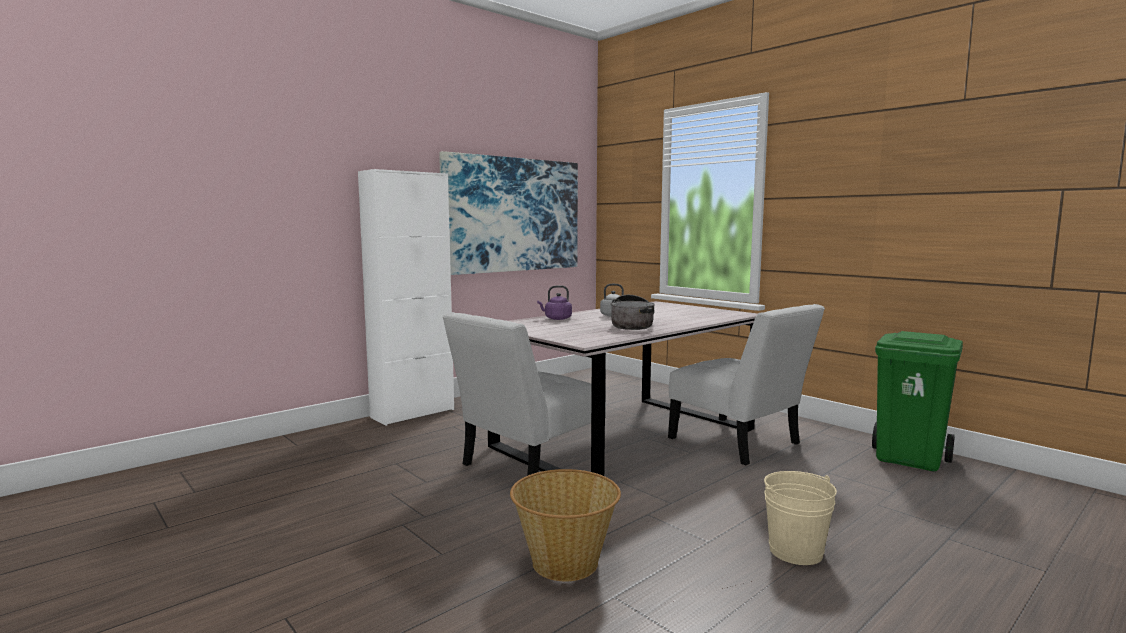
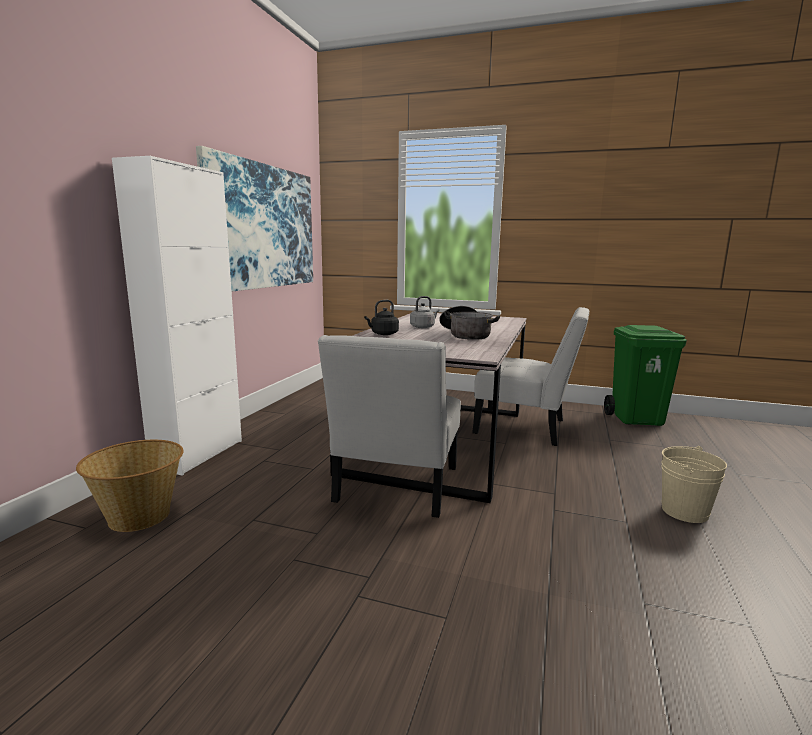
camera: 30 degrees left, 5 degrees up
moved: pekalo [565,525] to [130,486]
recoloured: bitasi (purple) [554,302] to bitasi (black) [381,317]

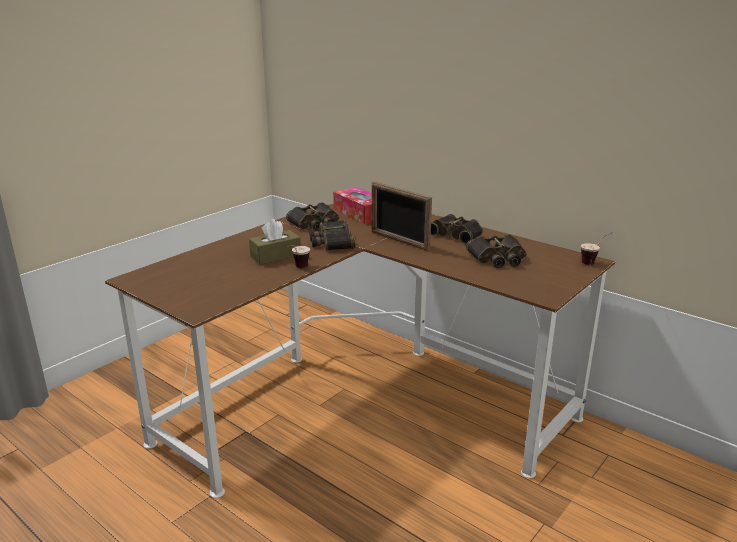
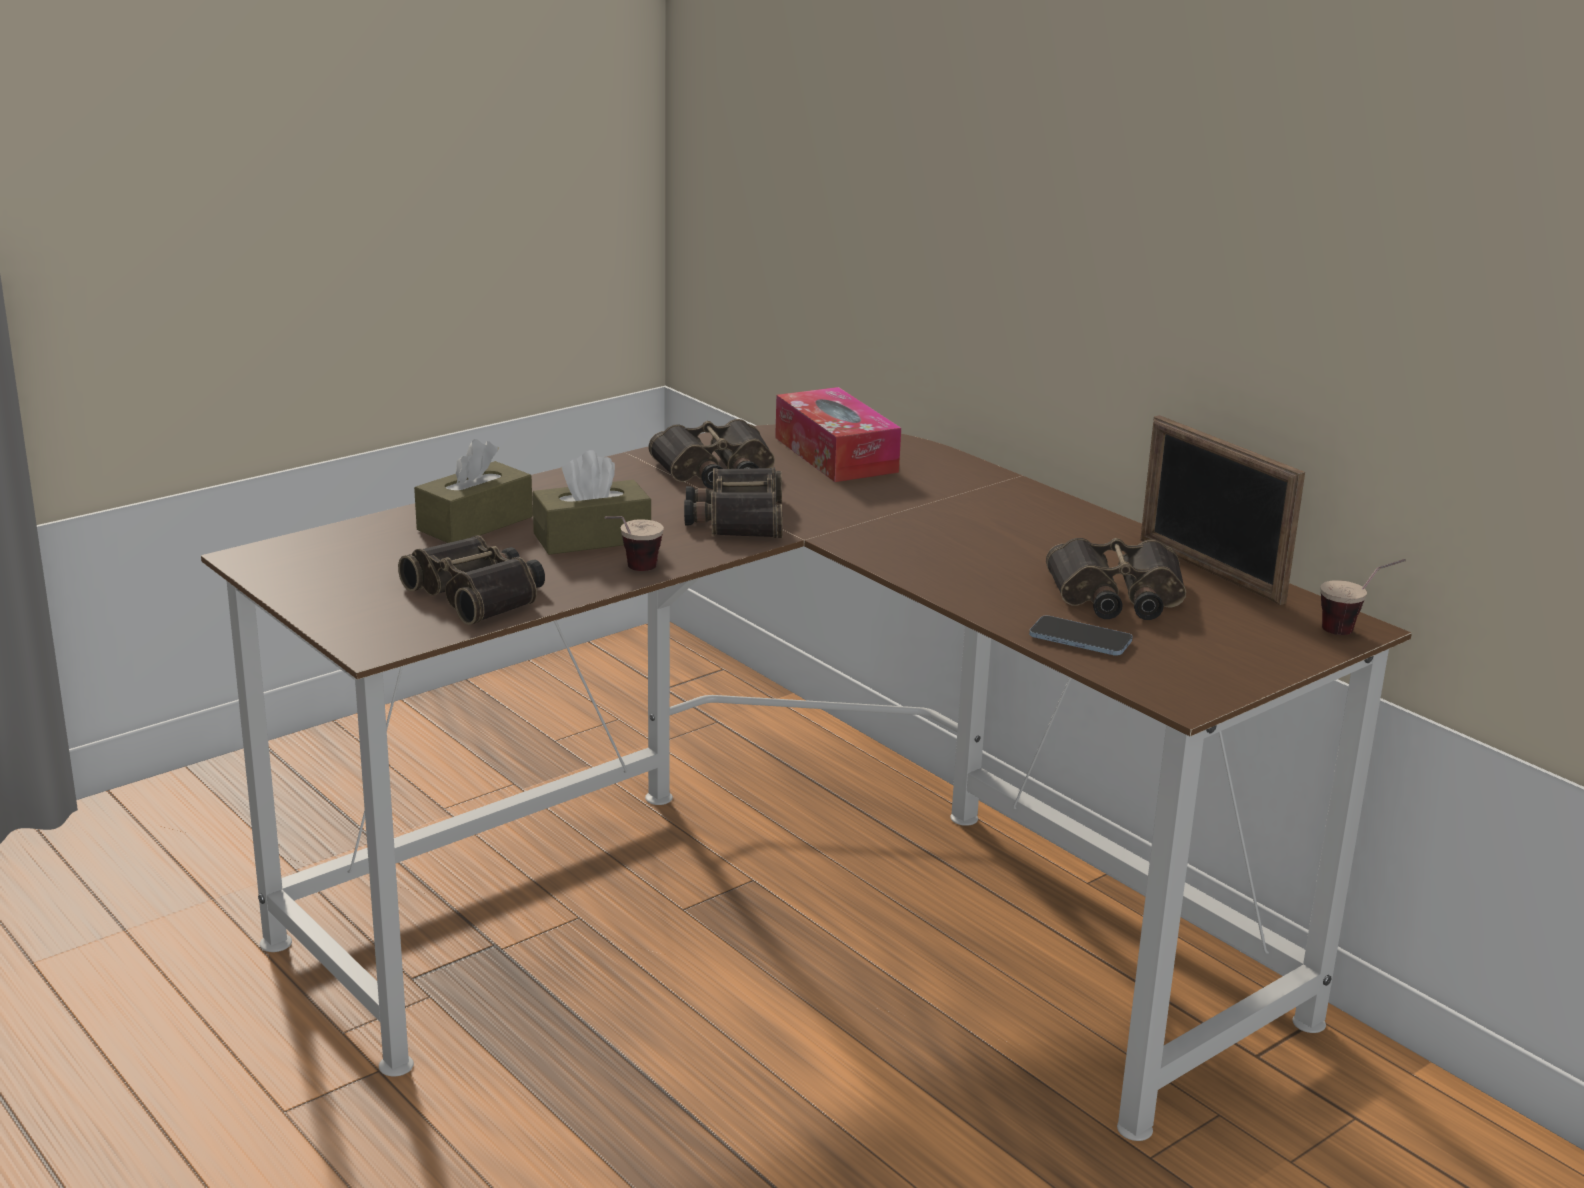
camera: 10 degrees right, 0 degrees up
added: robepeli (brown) [473,491]; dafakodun [1081,636]
moved: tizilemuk [457,229] to [471,580]; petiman [402,216] to [1222,510]

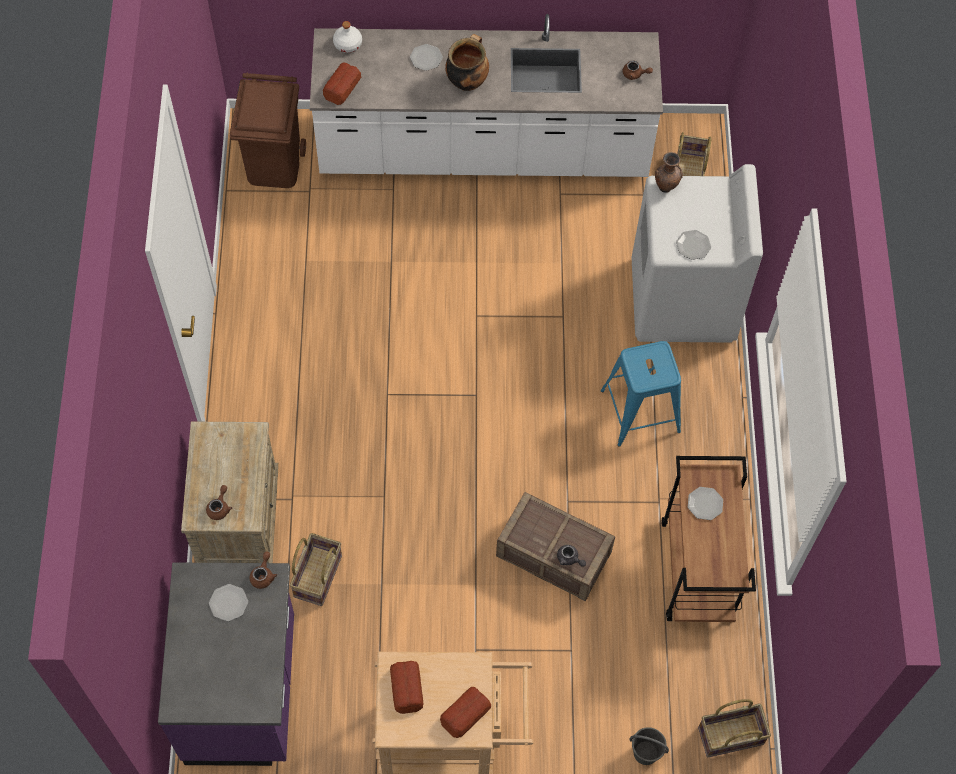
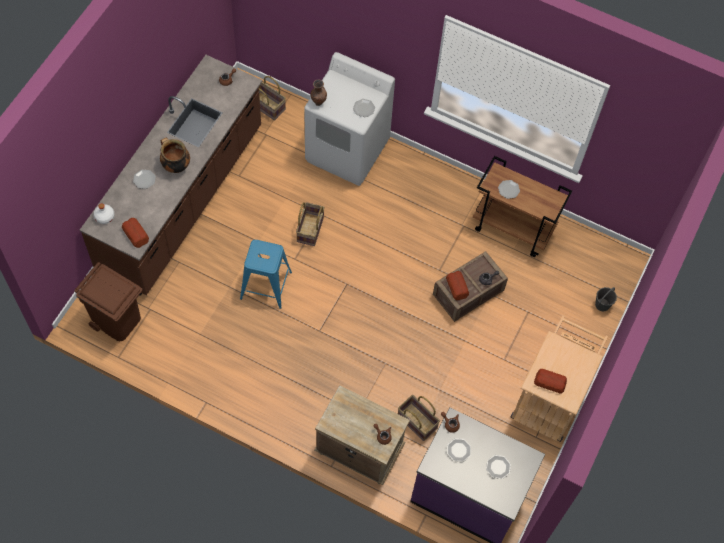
camera: 65 degrees left, 0 degrees up
added: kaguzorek [498,467]
moved: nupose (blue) [641,393] to [266,274]; pekalo [734,728] to [310,224]; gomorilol [465,712] to [457,285]
recoloured: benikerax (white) [486,95] to benikerax (brown) [171,175]

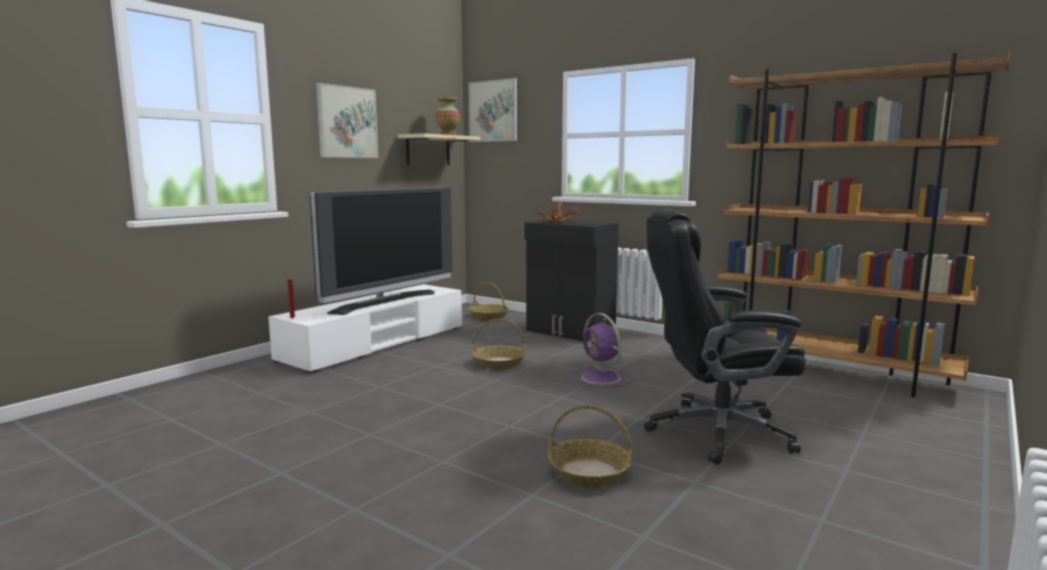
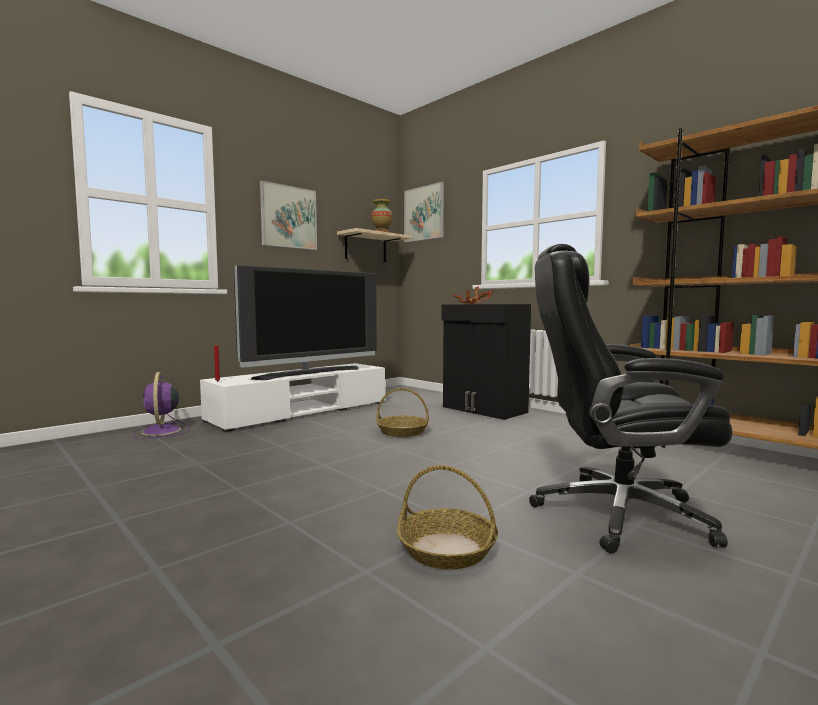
camera: 10 degrees right, 5 degrees down
removed: pekalo [489,301]
moved: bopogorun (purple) [602,350] to [161,405]

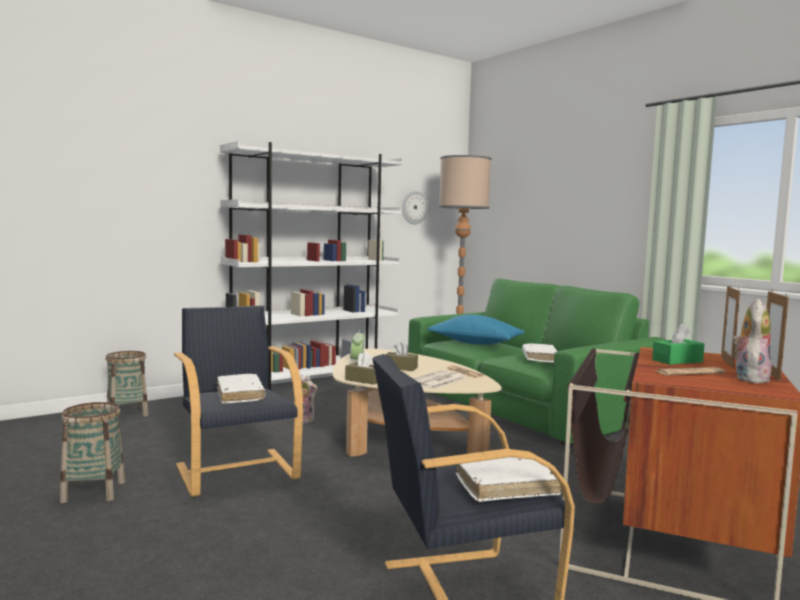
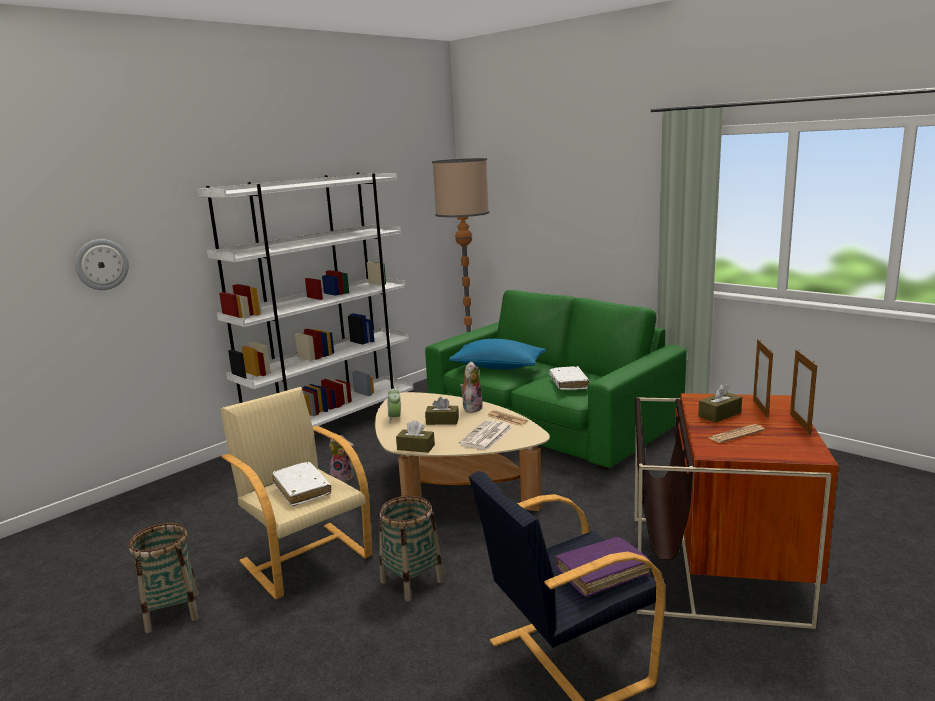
camera: 10 degrees left, 10 degrees up
moved: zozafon [415,207] to [102,264]; pekalo [126,384] to [411,548]; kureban [751,341] to [471,387]
recoloured: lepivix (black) [238,401] to lepivix (beige) [296,493]; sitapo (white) [508,479] to sitapo (purple) [602,567]; robepeli (green) [678,344] to robepeli (brown) [720,403]

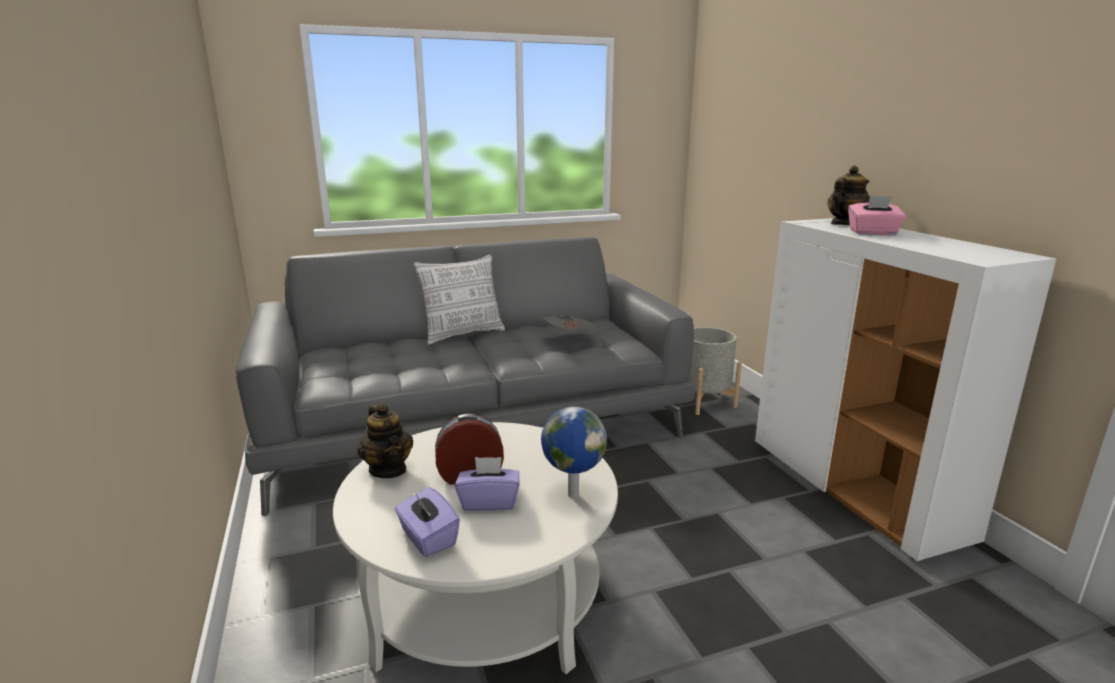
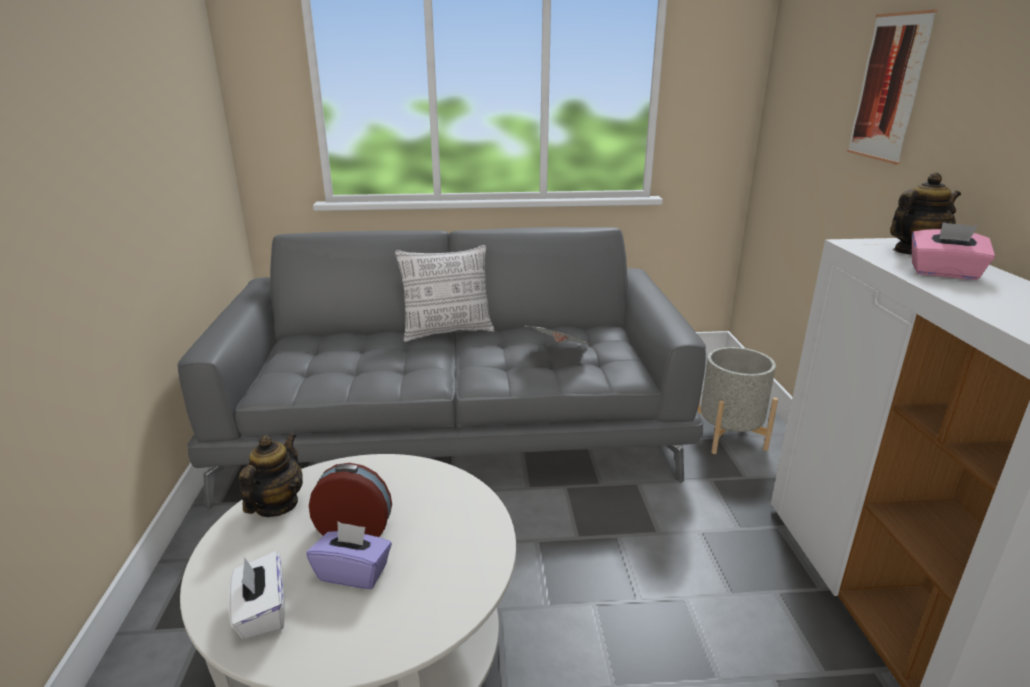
camera: 15 degrees right, 5 degrees up
removed: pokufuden [574,452]
added: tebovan [892,87]
recoloured: robepeli (purple) [427,522] to robepeli (white) [257,595]
turned: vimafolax [385,440] = [271,475] 150 degrees counterclockwise

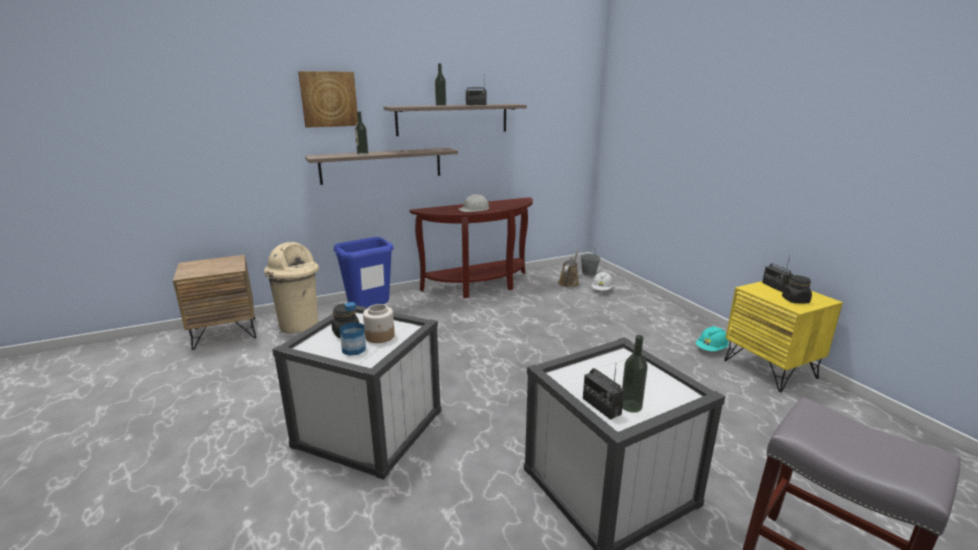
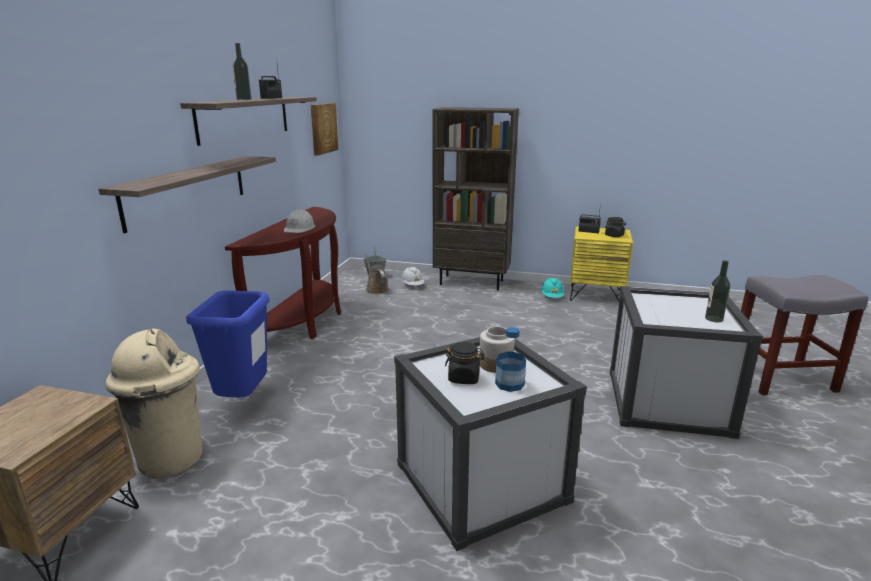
camera: 50 degrees left, 0 degrees up
removed: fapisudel [361,133]; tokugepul [603,391]
added: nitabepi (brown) [475,198]
moved: tebovan [328,99] to [324,129]

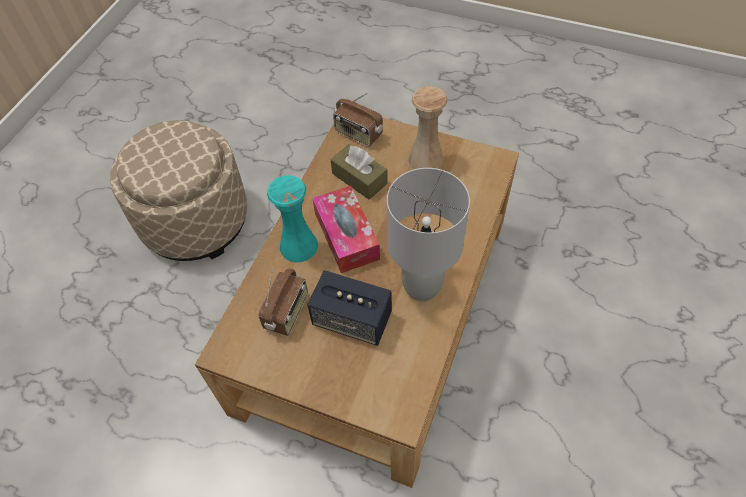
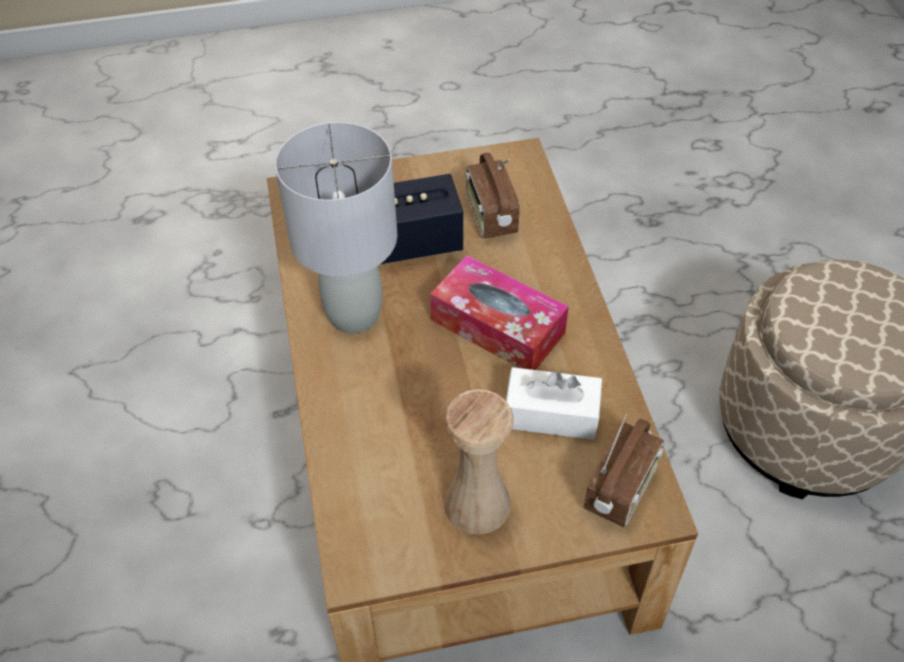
camera: 145 degrees right, 5 degrees down
removed: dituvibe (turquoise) [292,218]
recoloured: robepeli (brown) [359,172] to robepeli (white) [554,403]
turned: tokugepul [358,119] = [624,470] 120 degrees clockwise

